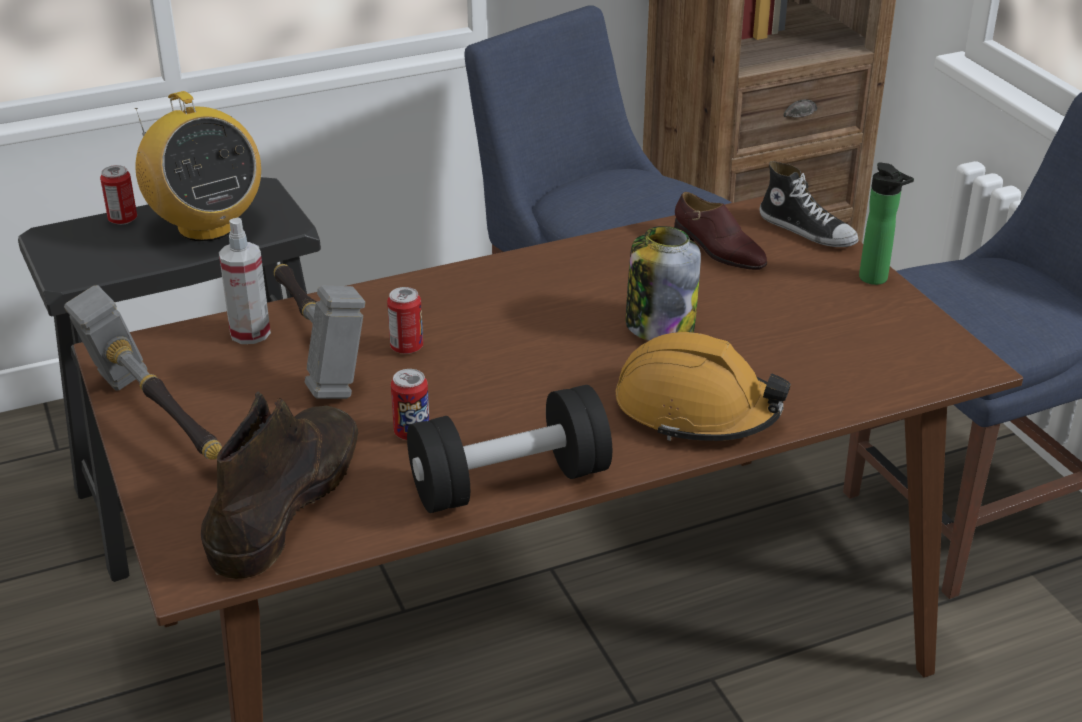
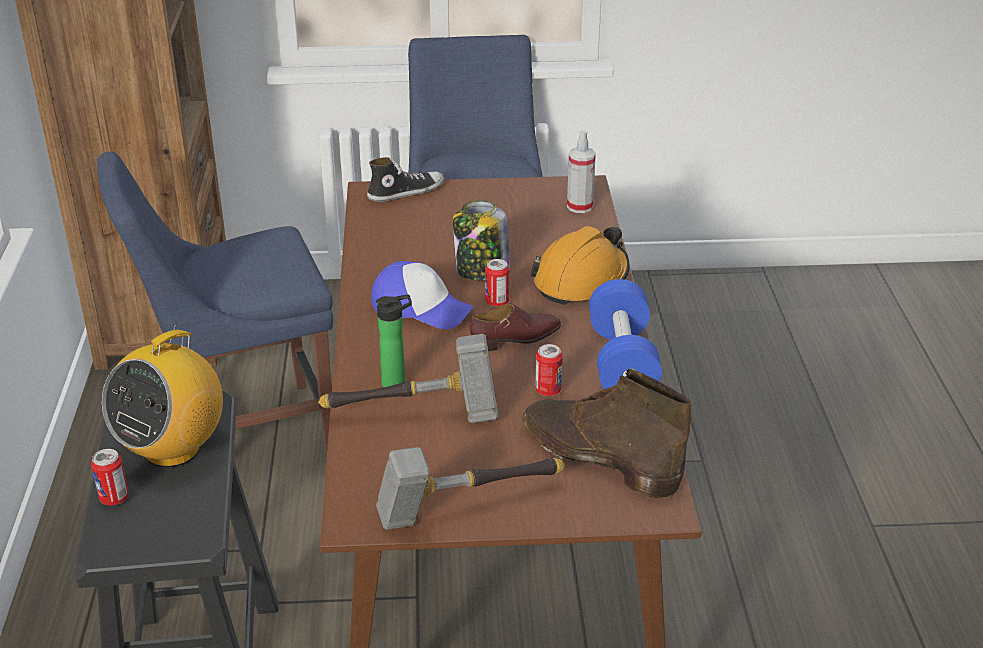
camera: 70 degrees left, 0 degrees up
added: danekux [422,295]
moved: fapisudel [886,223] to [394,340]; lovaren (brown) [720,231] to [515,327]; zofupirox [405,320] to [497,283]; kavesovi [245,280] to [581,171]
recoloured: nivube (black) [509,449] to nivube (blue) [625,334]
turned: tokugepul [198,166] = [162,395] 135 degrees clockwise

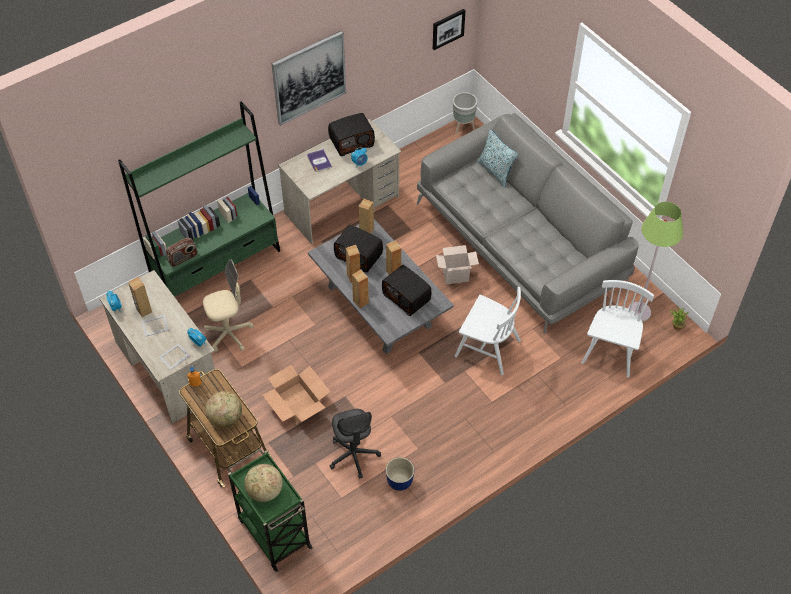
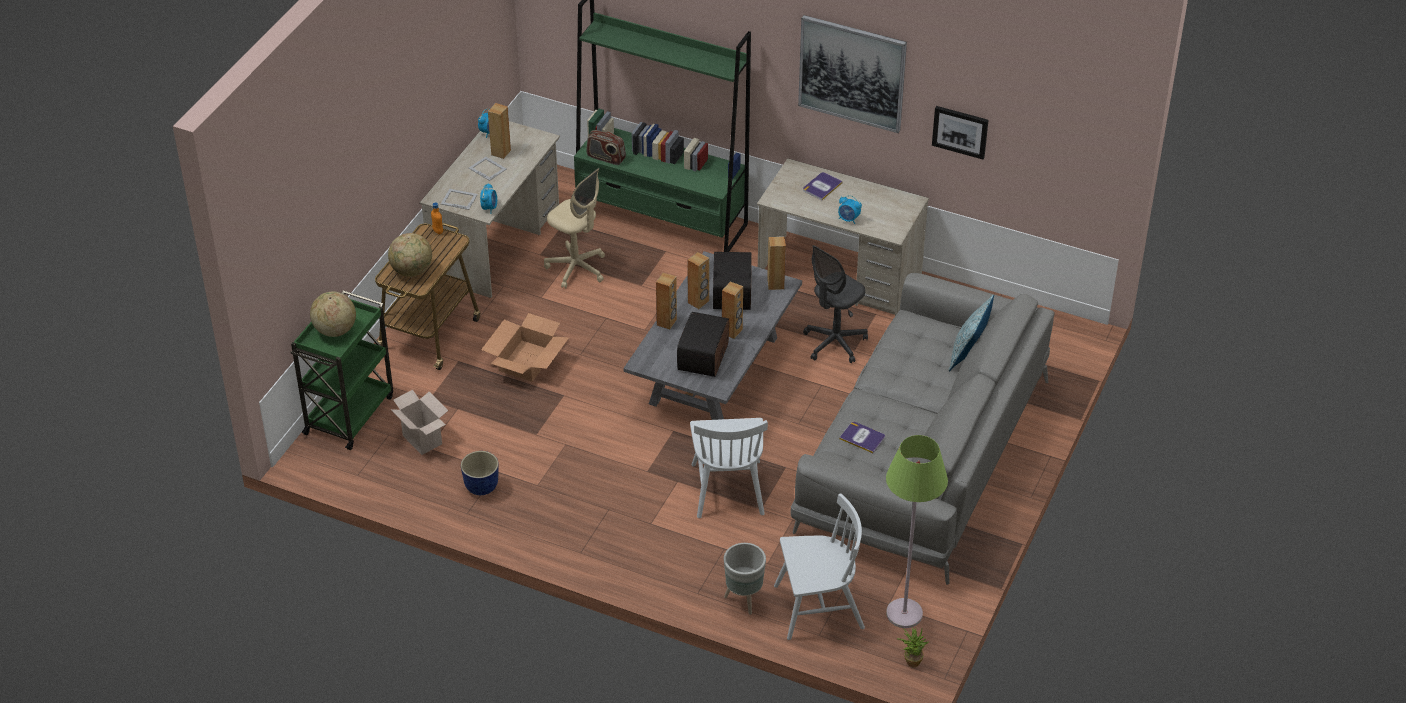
camera: 60 degrees right, 10 degrees down
removed: tokugepul [351,134]
added: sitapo [862,437]
moved: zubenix [457,264] to [420,422]; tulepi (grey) [465,113] to [745,579]; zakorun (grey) [355,444] to [835,304]; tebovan [449,29] to [960,132]

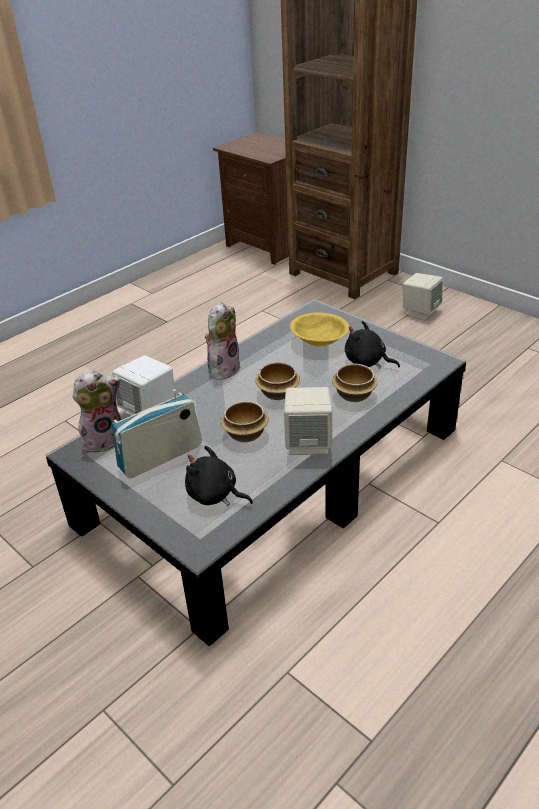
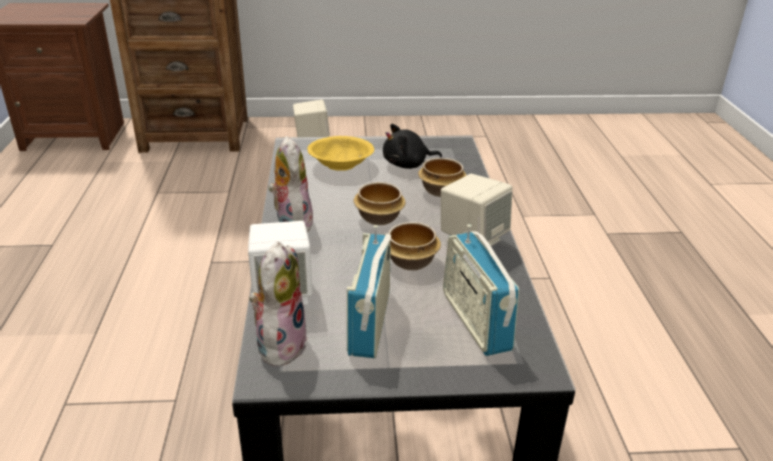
camera: 50 degrees left, 5 degrees down
replaced: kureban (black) [219,476] to tokugepul [481,290]

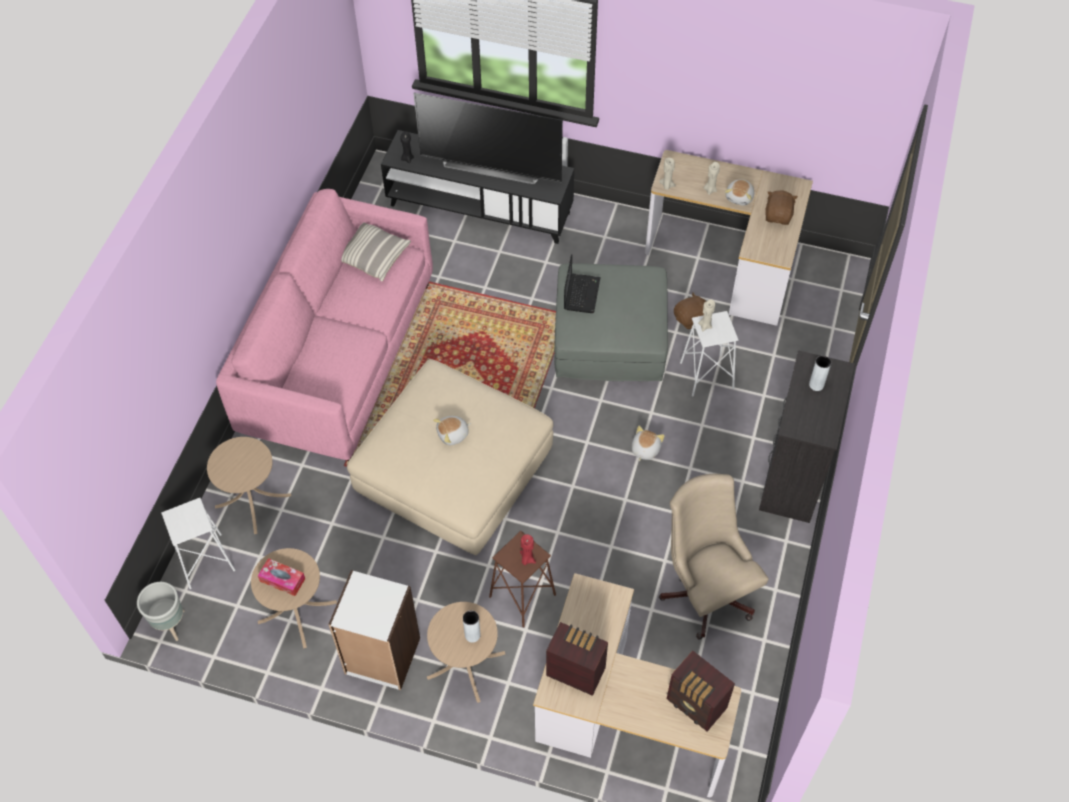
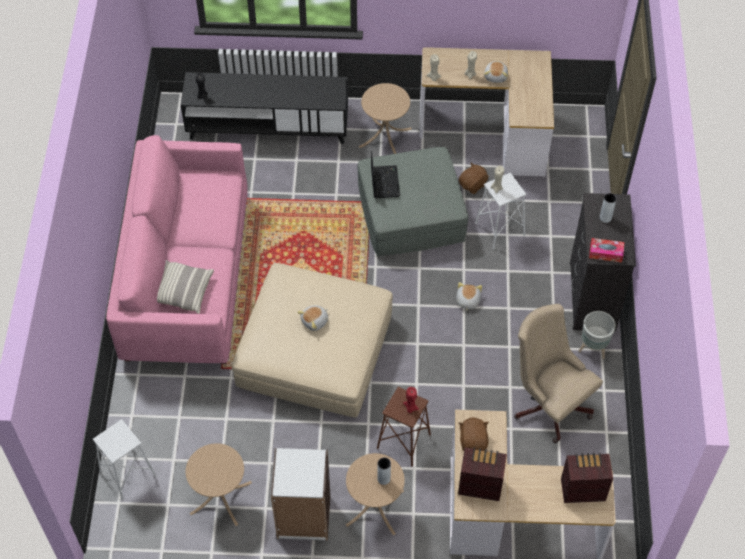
camera: 15 degrees left, 0 degrees up
removed: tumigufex [488,138]
moved: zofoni [376,252] to [185,287]; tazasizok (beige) [249,485] to [385,118]; kureban (brown) [781,207] to [474,434]; tulepi (grey) [160,611] to [597,335]; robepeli [281,577] to [606,250]
turned: tokugepul [701,691] = [587,478] 150 degrees clockwise

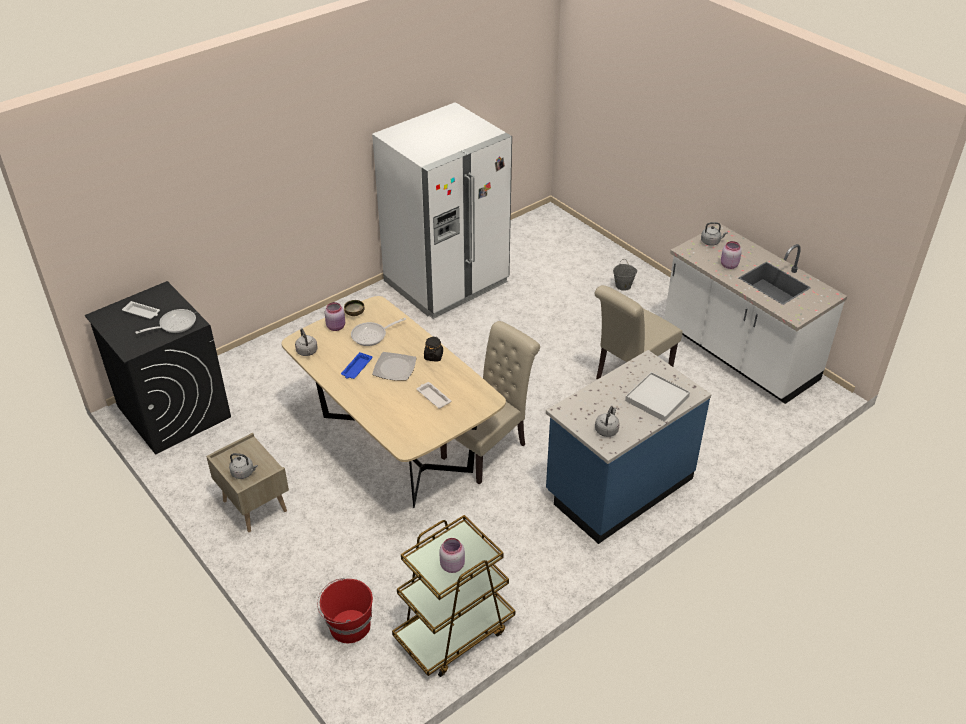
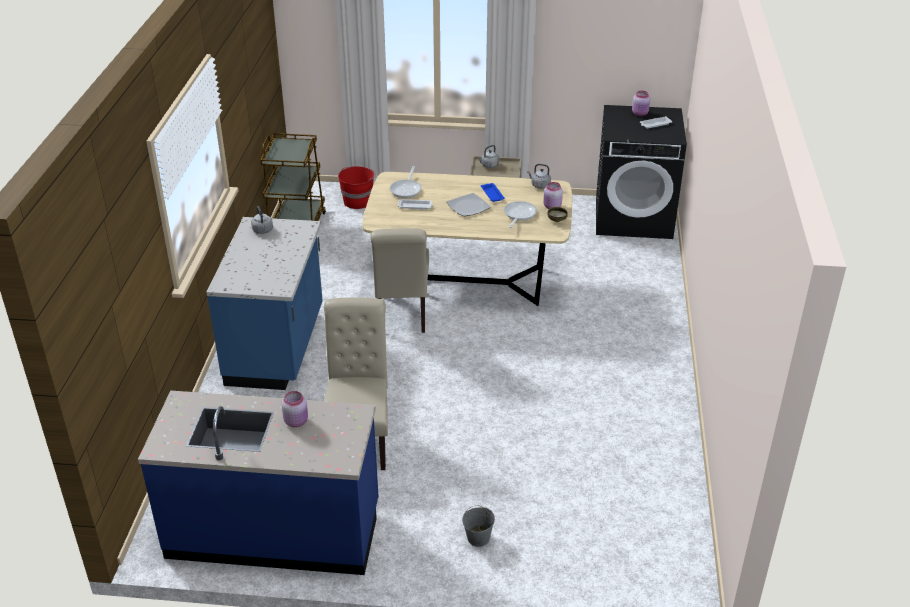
camera: 135 degrees right, 5 degrees down
removed: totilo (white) [442,210]; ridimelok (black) [433,349]; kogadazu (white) [657,397]; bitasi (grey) [714,234]
moved: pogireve [165,321] to [406,182]; ridimelok (pink) [452,555] to [641,103]
recoloured: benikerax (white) [755,314] to benikerax (blue) [258,482]

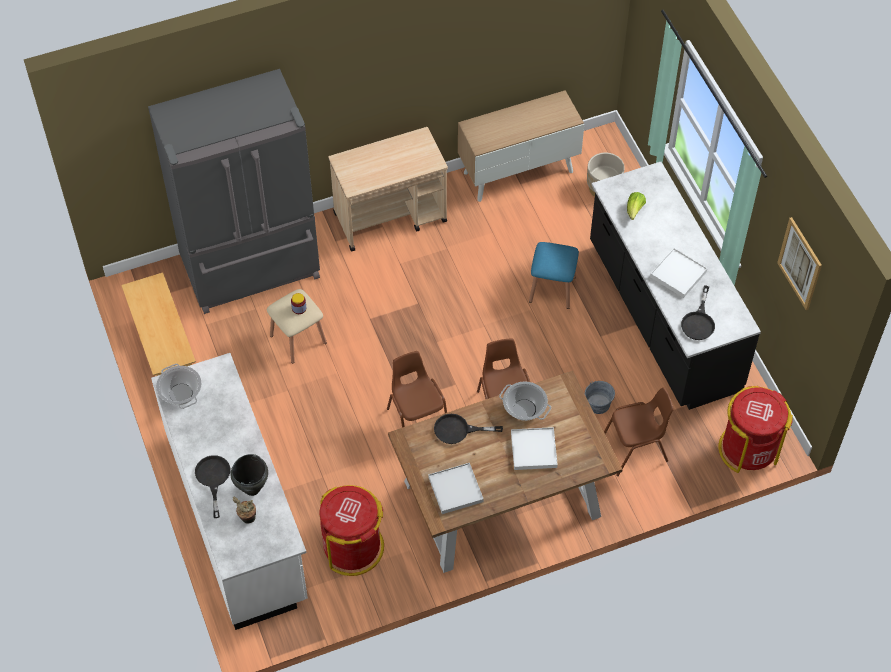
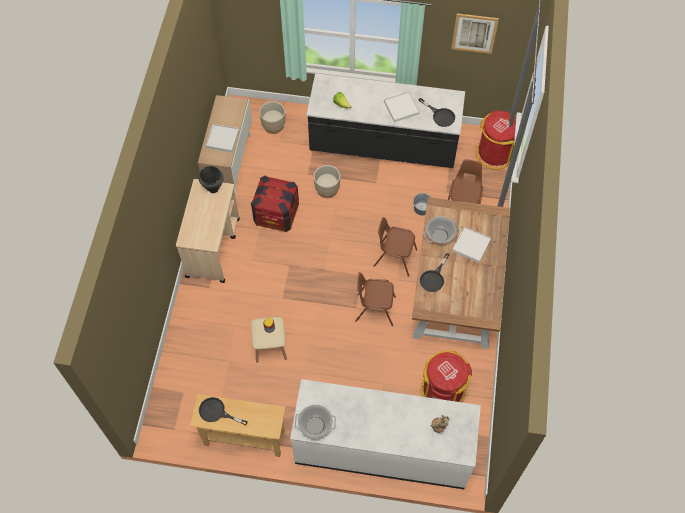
camera: 60 degrees left, 5 degrees up
removed: totilo (grey) [234,191]
added: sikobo [275,203]
moved: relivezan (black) [249,475] to [211,179]; pogireve (black) [213,486] to [223,411]; kogadazu (white) [456,488] to [222,138]
replaced: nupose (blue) [554,275] to tulepi (beige) [327,181]

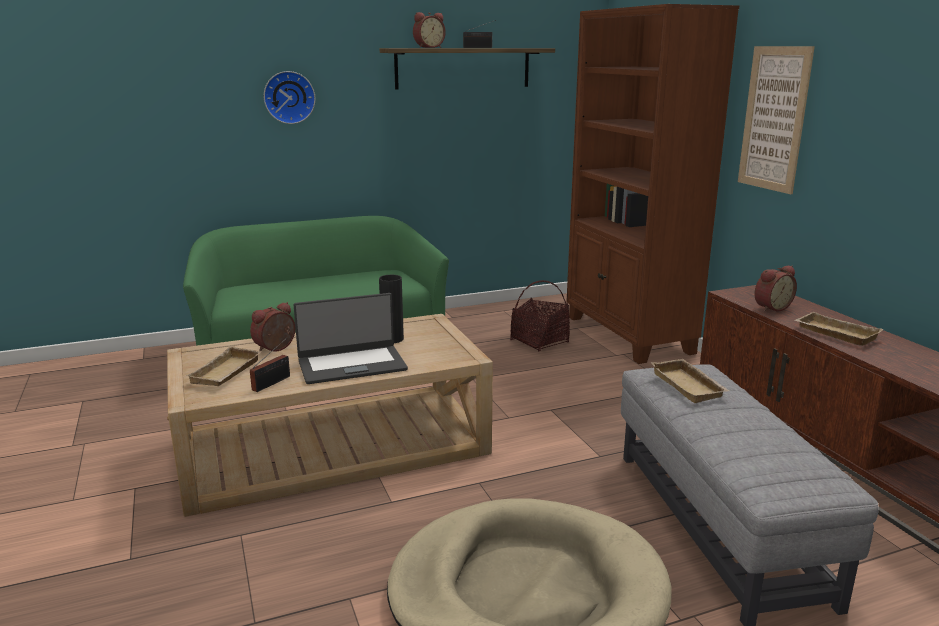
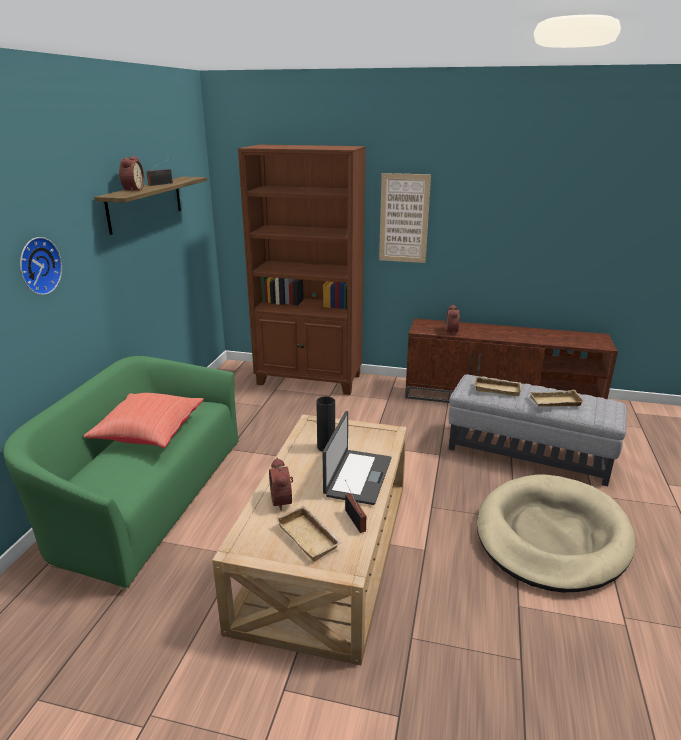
camera: 55 degrees left, 5 degrees up
removed: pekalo [540,315]
added: zofoni (red) [144,420]
moved: kogadazu (beige) [838,329] to [557,398]

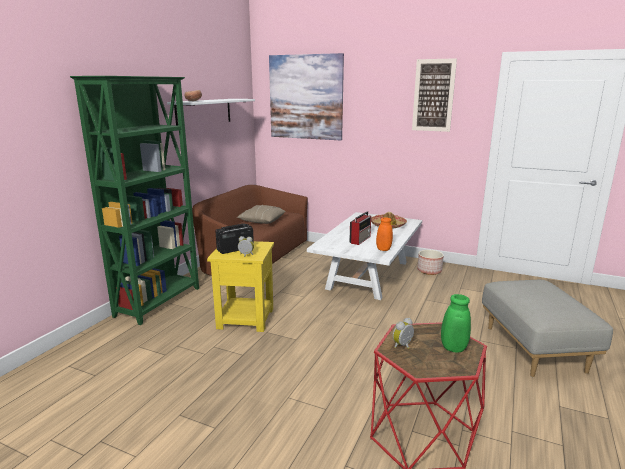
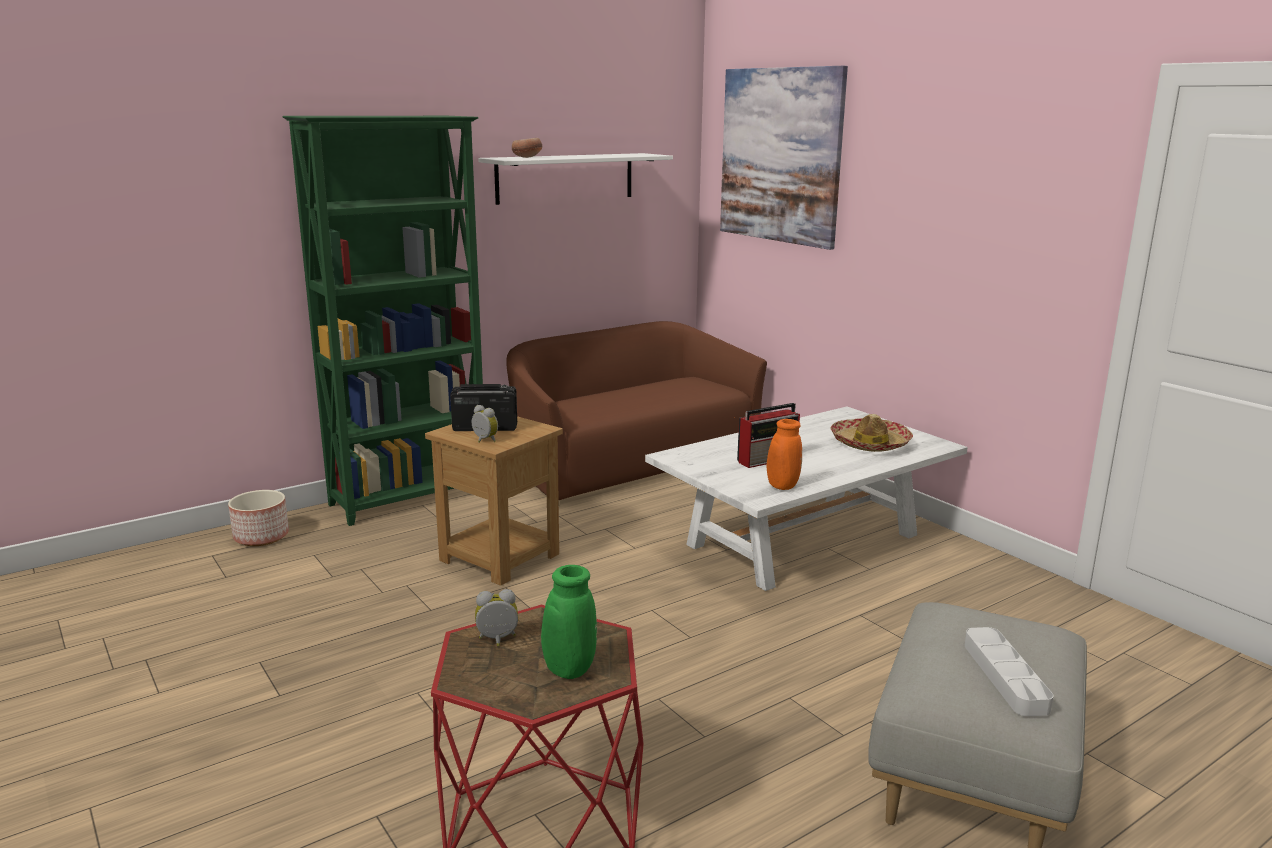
camera: 30 degrees right, 0 degrees up
removed: zofoni (beige) [261,214]; tebovan [434,95]
added: kogadazu (grey) [1009,671]
moved: tulepi [430,262] to [258,518]
recoloured: tazasizok (yellow) [240,286] to tazasizok (brown) [494,501]

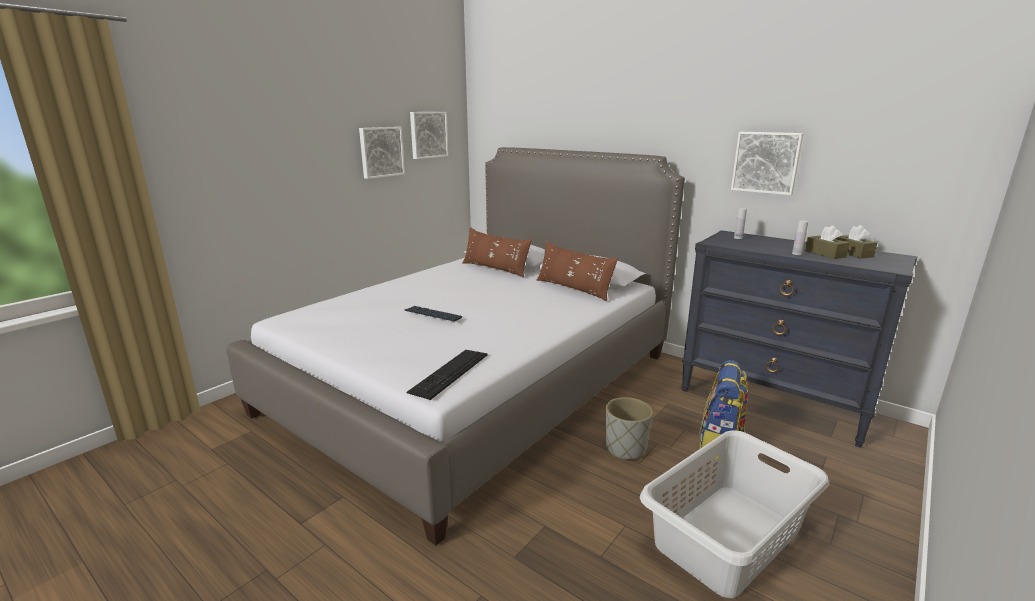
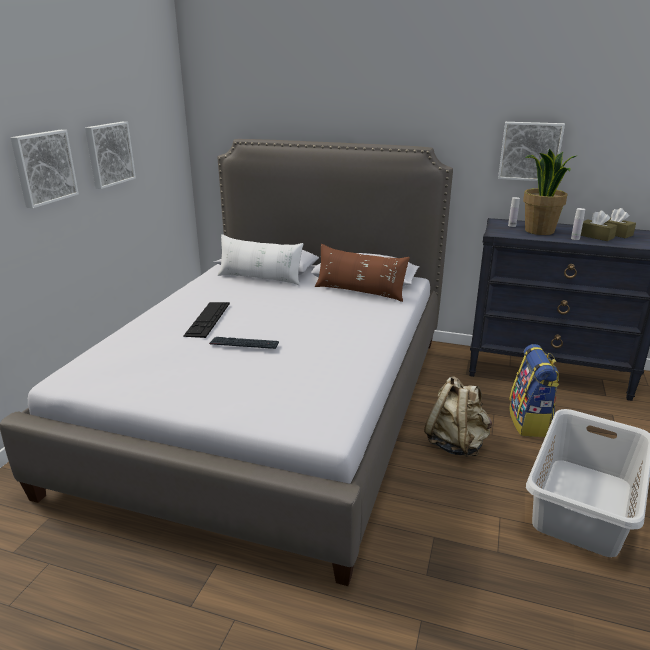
camera: 20 degrees left, 5 degrees up
added: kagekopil [549,192]
moved: tebovan [429,135] to [44,169]; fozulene [446,375] to [206,320]
replaced: tulepi (grey) [629,428] to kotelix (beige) [458,416]
recoloured: zofoni (brown) [497,252] to zofoni (white) [260,259]

